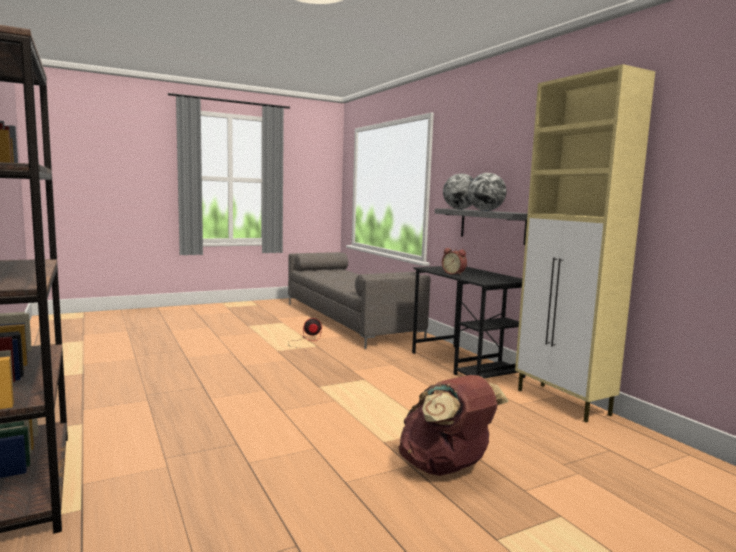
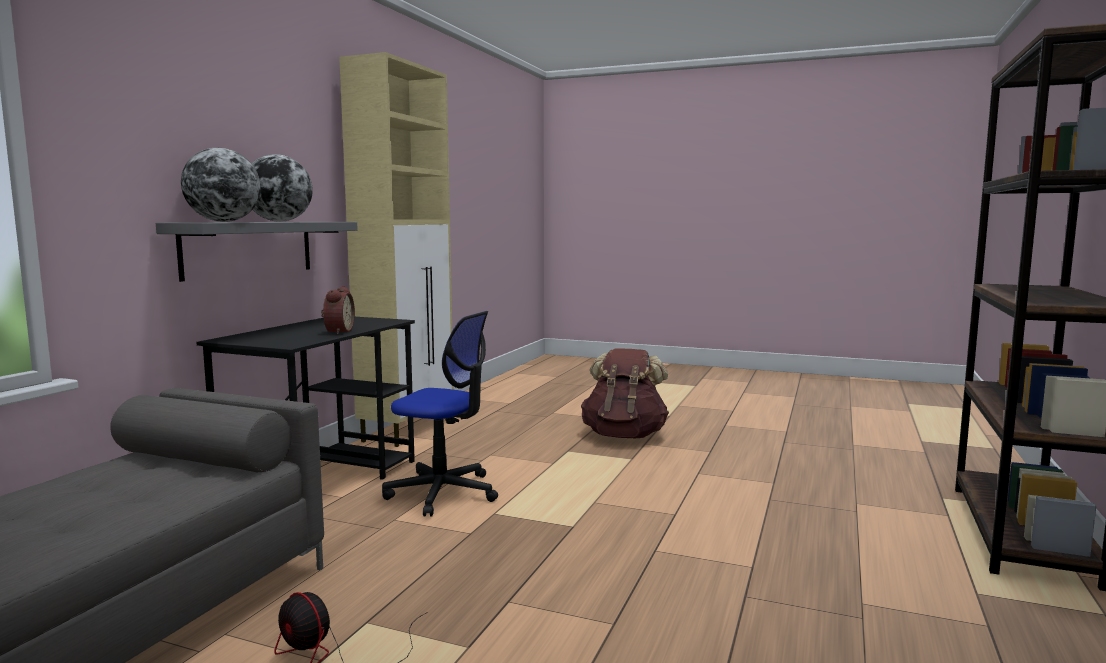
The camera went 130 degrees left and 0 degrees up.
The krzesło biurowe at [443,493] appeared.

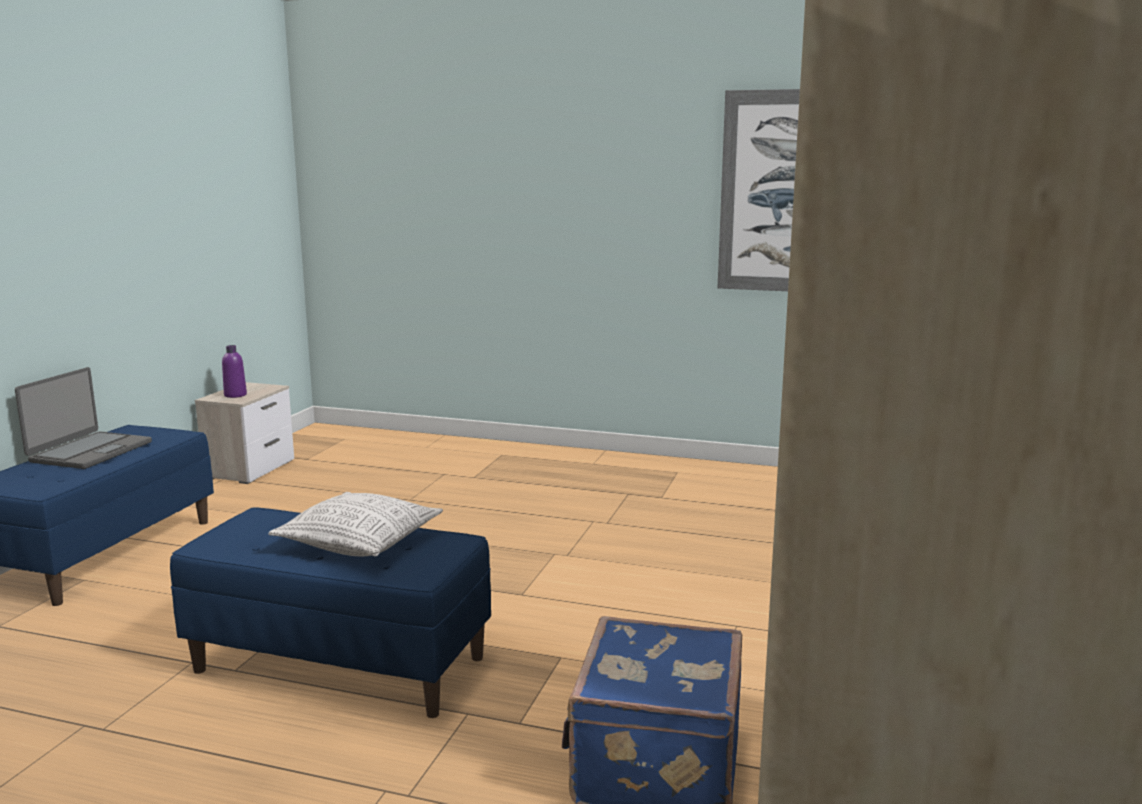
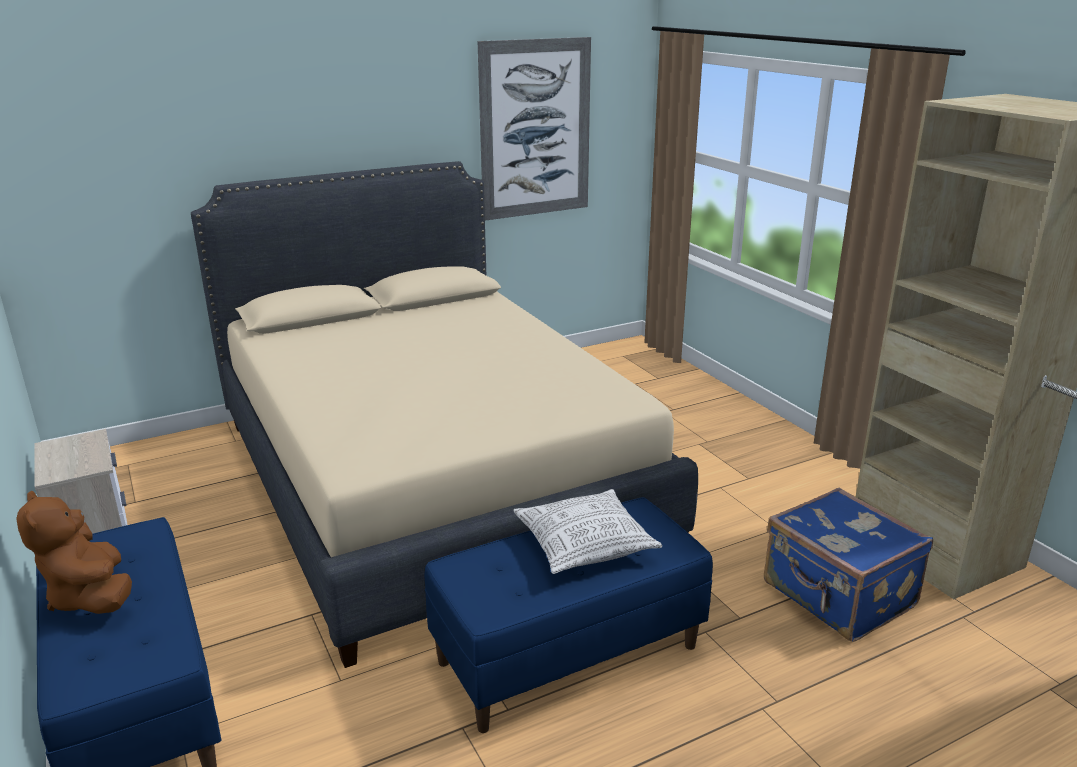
The camera went 45 degrees left and 10 degrees up.
The butelka [fioletowy] at [235,395] disappeared.
The łóżko [beżowy] at [431,481] appeared.
The laptop at [90,452] was replaced by the pluszak [brązowy] at [91,596].

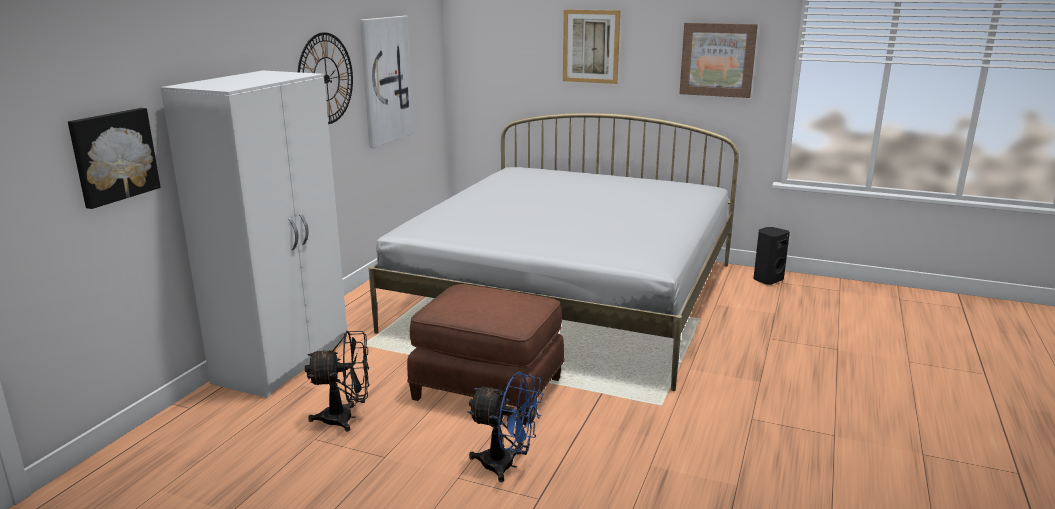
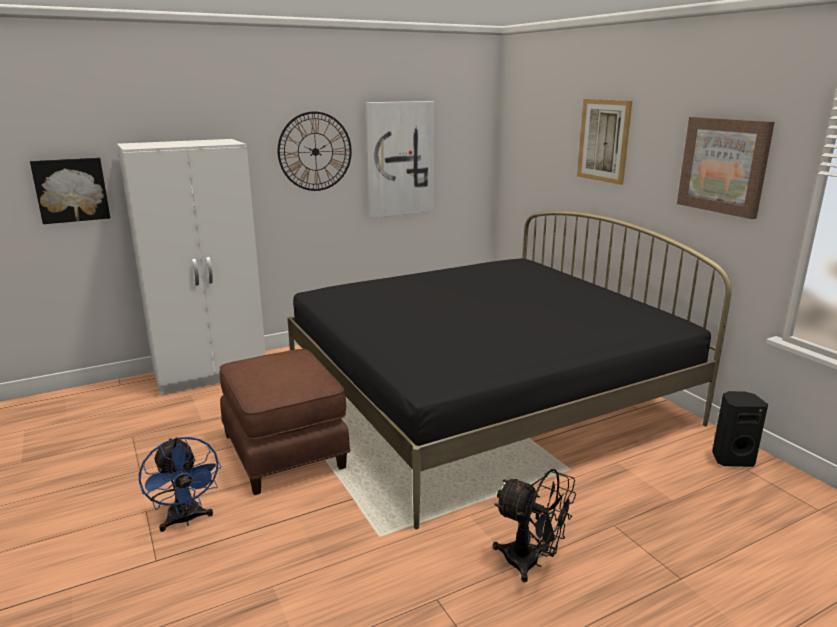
The camera went 40 degrees right and 0 degrees up.
The wentylator [czarny] moved from [346,418] to [531,563].
The łóżko [biały] at [569,295] became the łóżko [czarny] at [483,398].

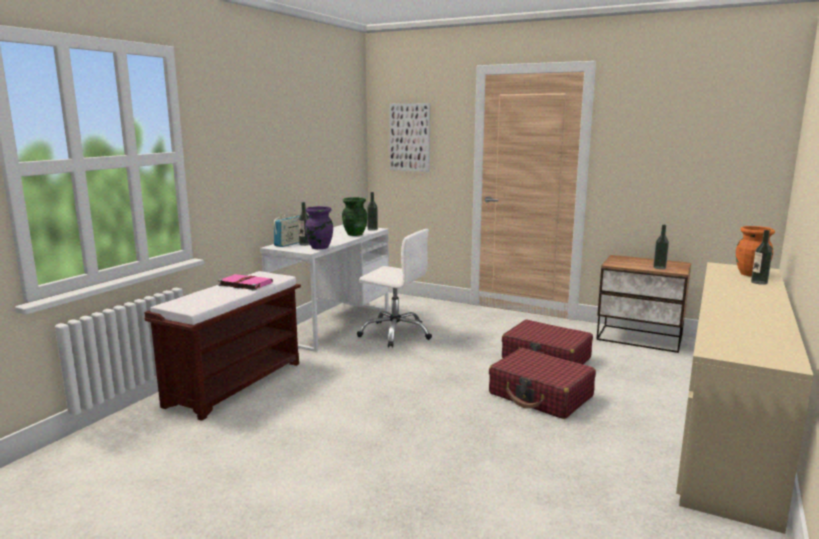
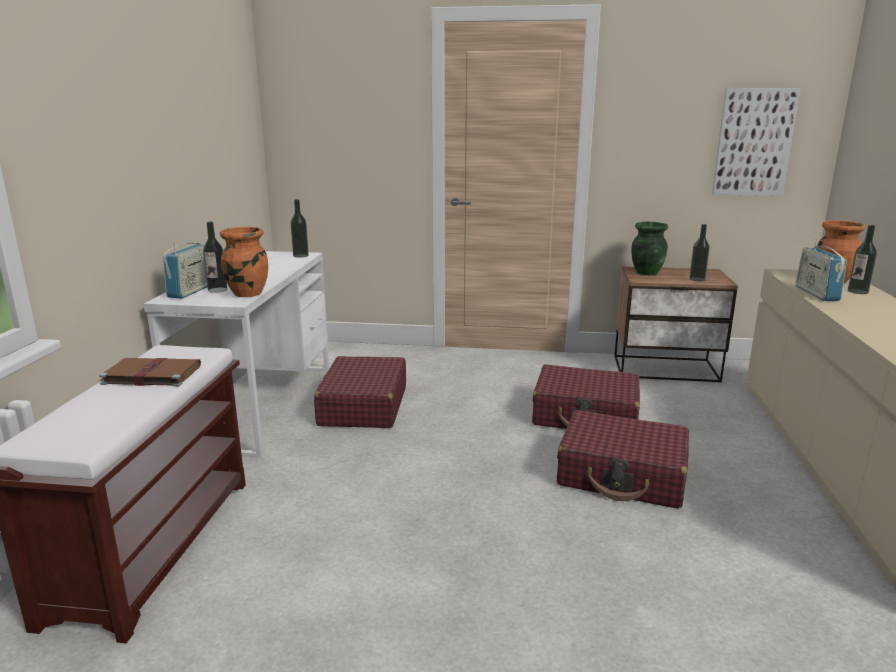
The camera went 20 degrees left and 5 degrees up.
The radio at [816,293] appeared.
The wazon [zielony] moved from [354,234] to [646,273].
The obraz moved from [410,137] to [754,142].
The krzesło biurowe [biały] at [395,333] was replaced by the walizka [czerwony] at [363,406].
The książka [różowy] at [244,284] became the książka [brązowy] at [150,375].
The wazon [fioletowy] at [319,247] became the wazon [pomarańczowy] at [247,294].

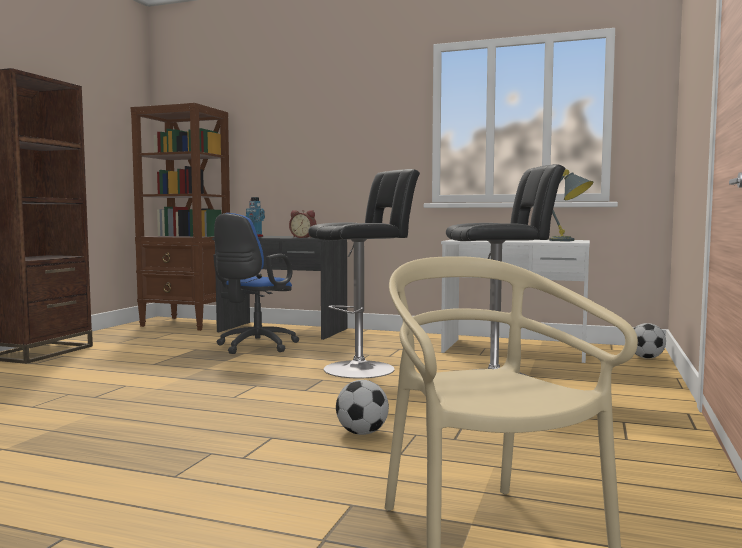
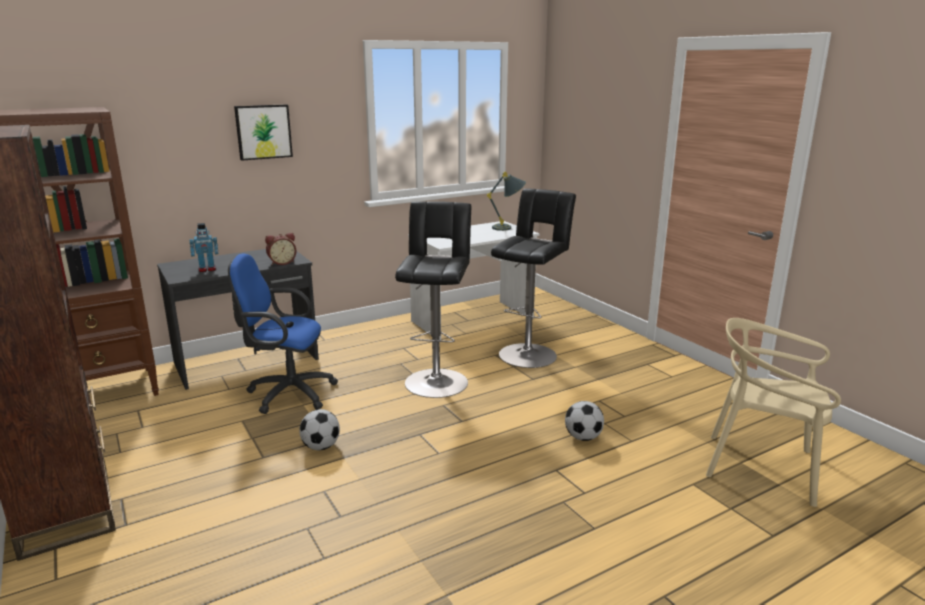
The camera went 50 degrees left and 15 degrees up.
The obraz at [263,131] appeared.
The piłka futbolowa moved from [646,358] to [321,446].
The krzesło biurowe [niebieski] at [254,347] turned 120 degrees clockwise.

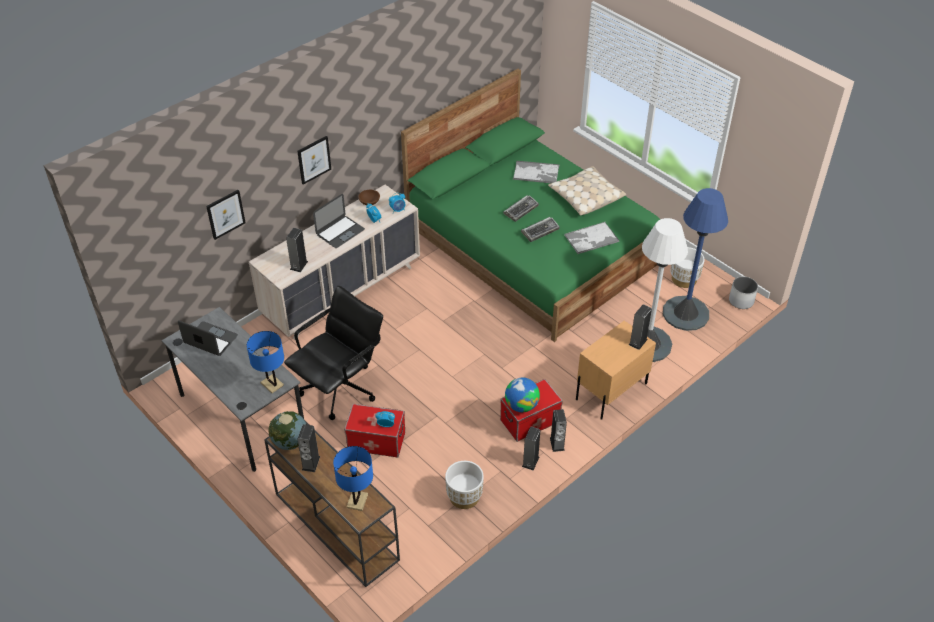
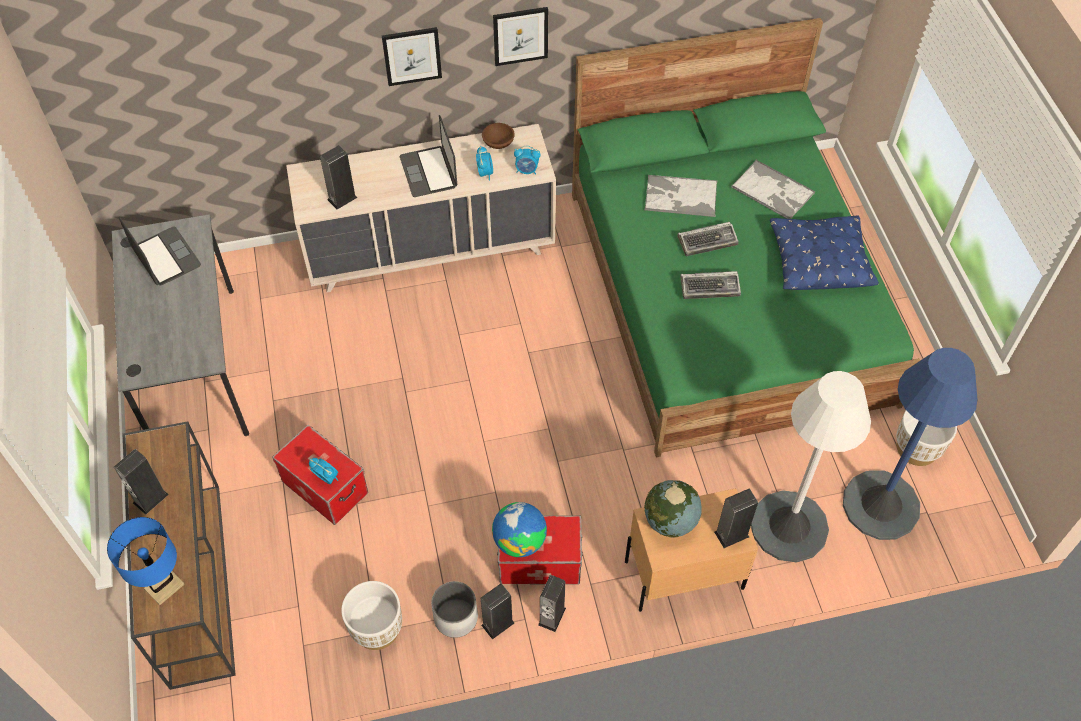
The camera went 30 degrees right and 10 degrees up.
The lampa stołowa [niebieski] at [272,384] disappeared.
The krzesło biurowe [czarny] at [340,389] disappeared.
The obraz moved from [225,214] to [520,36].
The globus moved from [290,442] to [670,521].
The taca moved from [591,239] to [680,196].
The donica [biały] moved from [741,301] to [456,618].
The poduszka [beżowy] at [585,197] became the poduszka [niebieski] at [819,260].
The laptop at [340,232] turned 90 degrees clockwise.

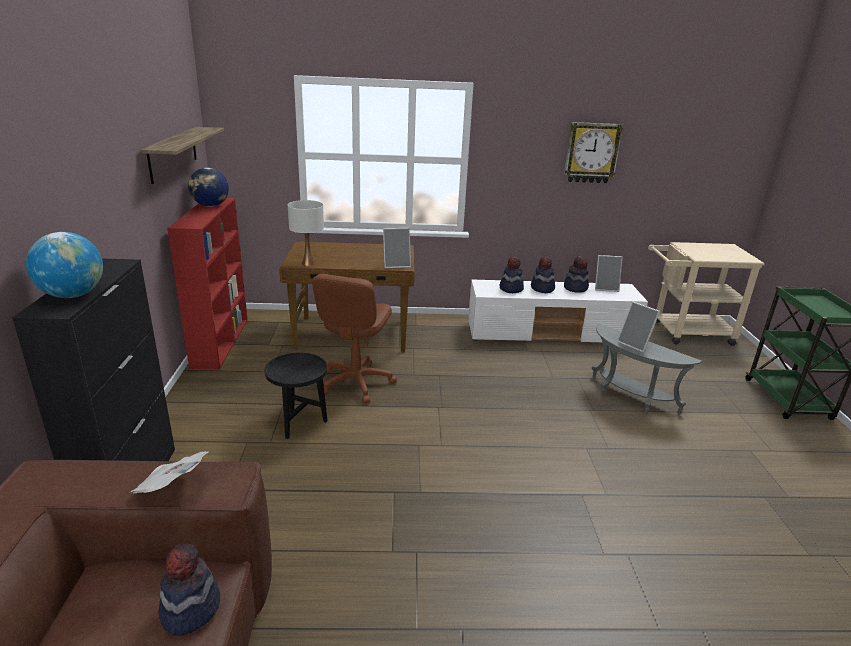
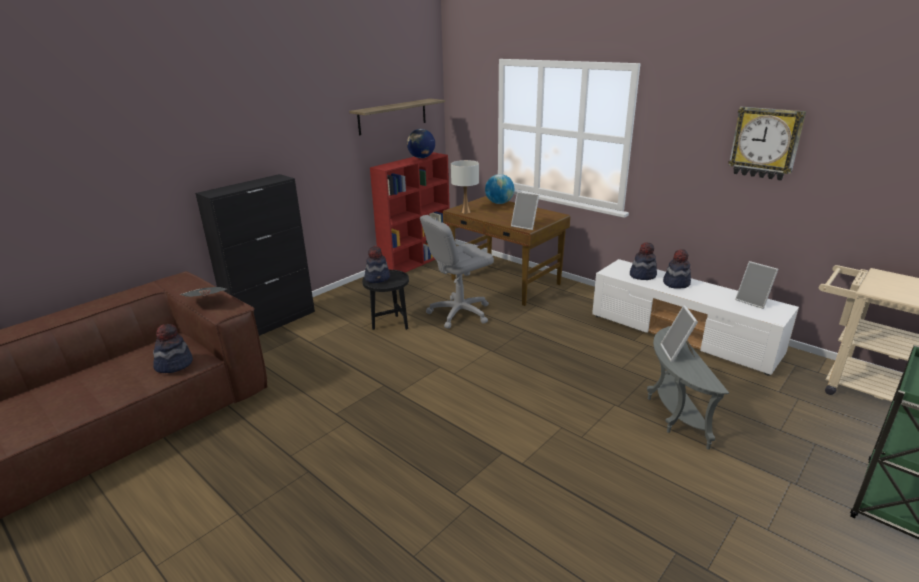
The camera went 45 degrees right and 0 degrees up.
The globus moved from [72,295] to [499,203].
The kapelusz moved from [575,288] to [378,278].
The krzesło biurowe [brązowy] at [355,382] became the krzesło biurowe [szary] at [459,313].

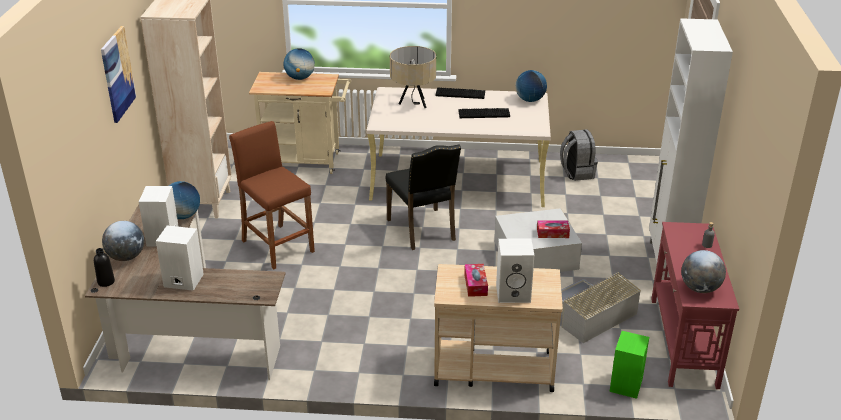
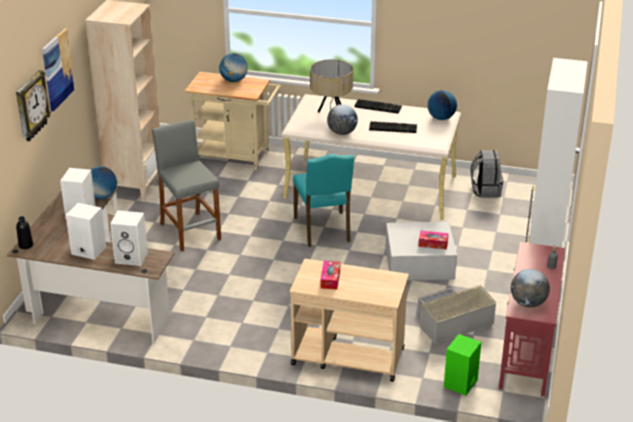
The camera went 10 degrees right and 0 degrees up.
The zegar ścienny at [31,106] appeared.
The globus moved from [126,257] to [342,133].
The głośnik [biały] moved from [514,293] to [132,257].
The stołek [brązowy] at [277,246] became the stołek [szary] at [190,231].
The krzesło [czarny] at [423,230] became the krzesło [turkusowy] at [324,230].

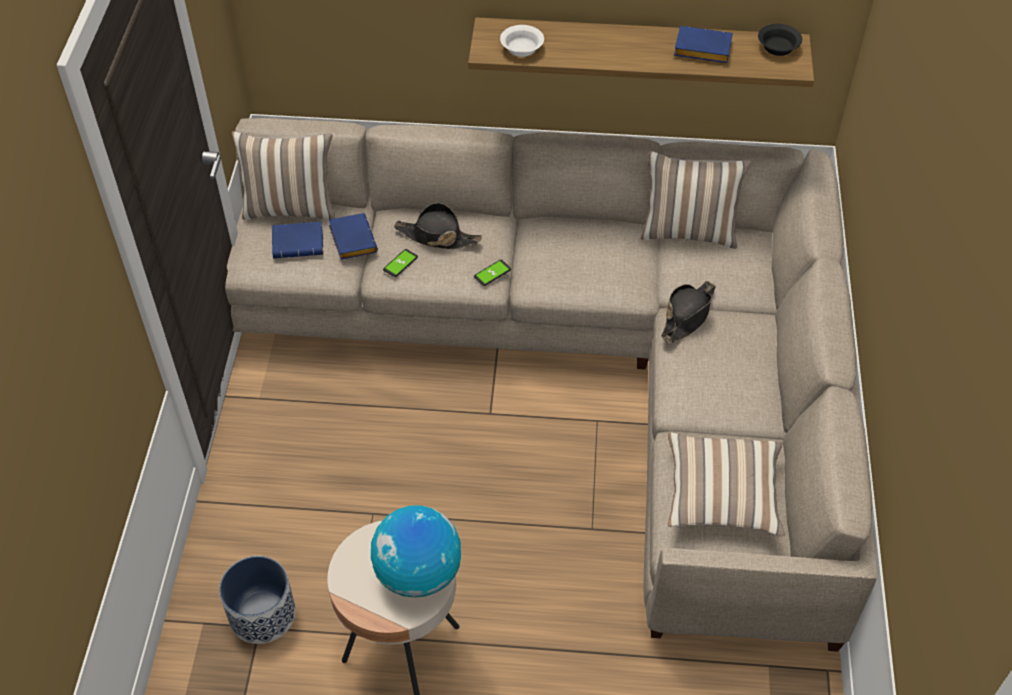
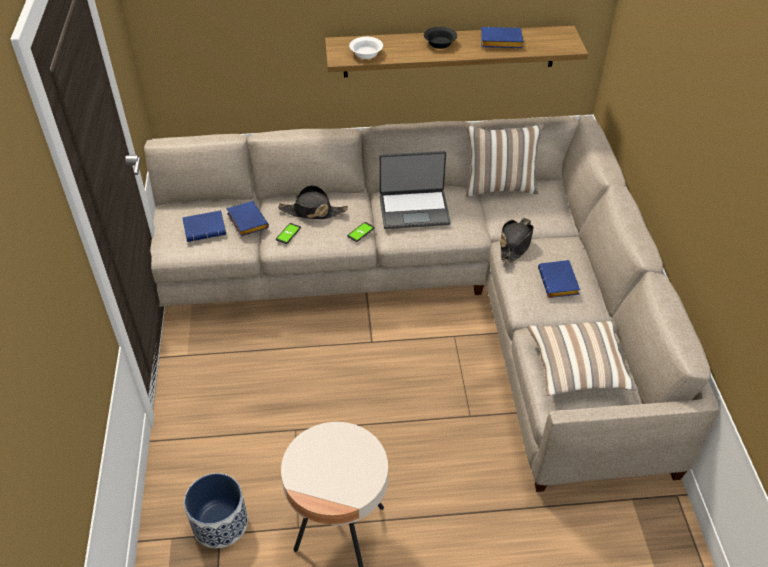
The camera went 10 degrees left and 5 degrees down.
The poduszka at [291,208] disappeared.
The globus at [417,573] disappeared.
The laptop at [414,209] appeared.
The książka [niebieski] at [559,283] appeared.
The miska [czarny] moved from [778,47] to [440,43].

